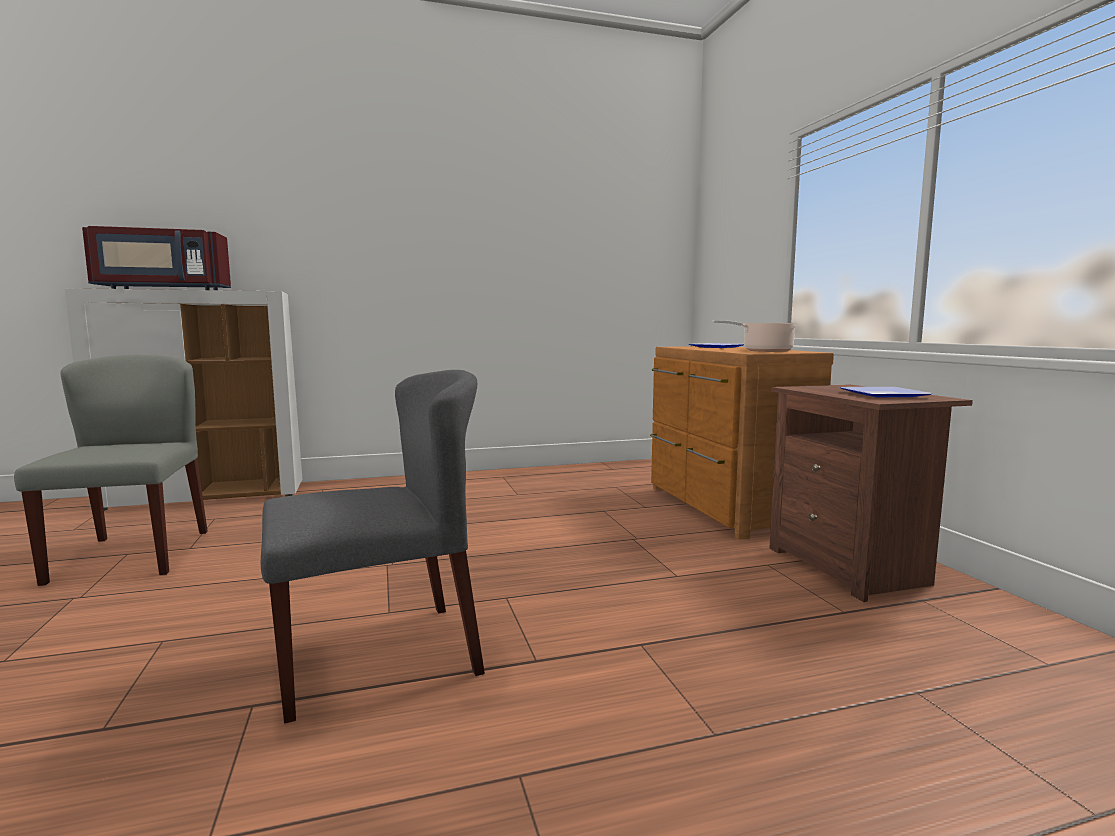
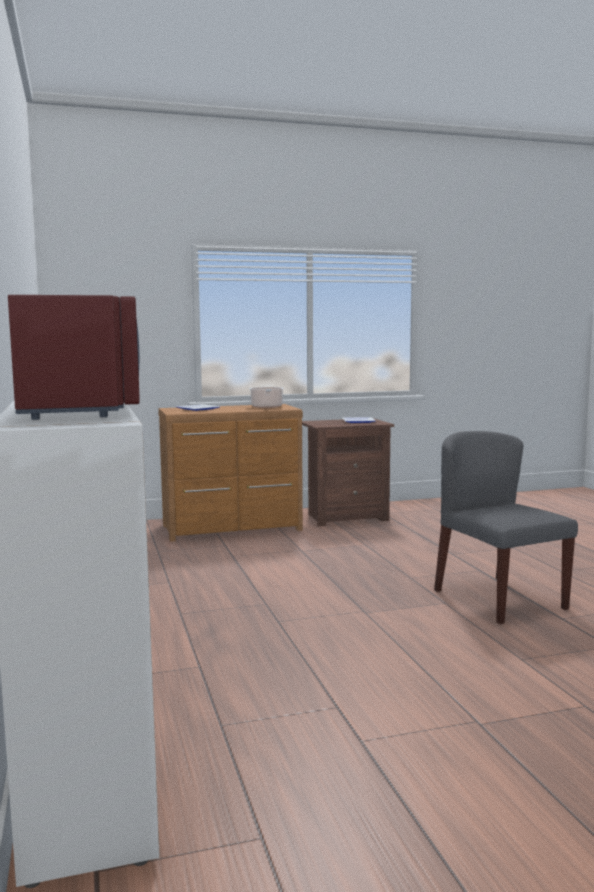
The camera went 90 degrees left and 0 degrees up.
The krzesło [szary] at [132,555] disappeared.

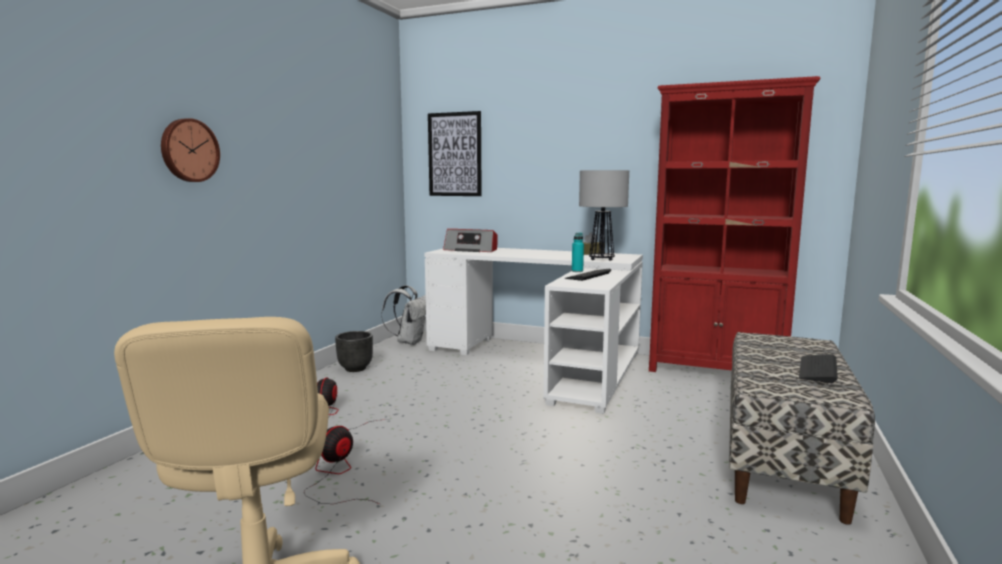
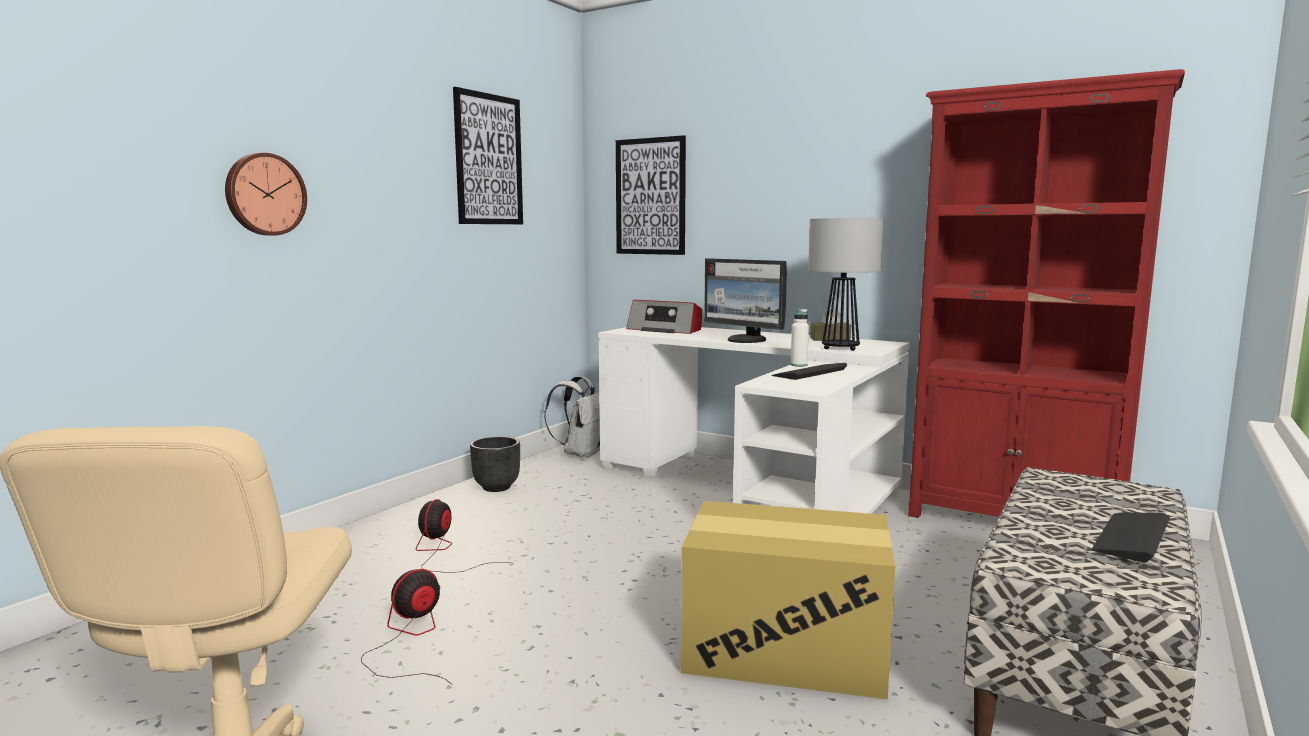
The camera went 10 degrees right and 0 degrees up.
The obraz at [488,159] appeared.
The karton at [786,650] appeared.
The monitor at [746,340] appeared.
The butelka [turkusowy] at [577,271] became the butelka [biały] at [799,365].

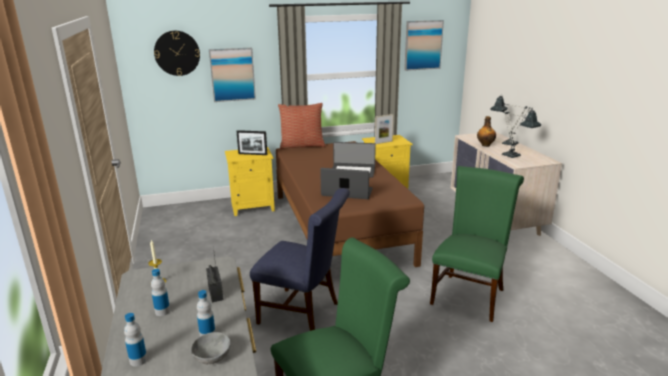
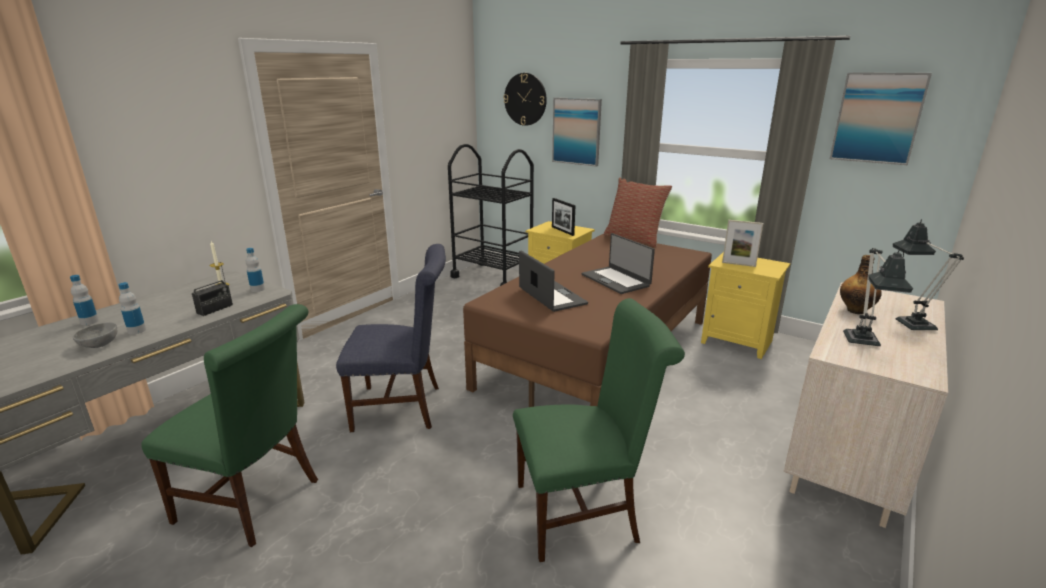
The camera went 50 degrees right and 0 degrees up.
The wózek [czarny] at [493,276] appeared.
The butelka moved from [162,311] to [257,289].
The krzesło [niebieski] at [303,313] turned 75 degrees counterclockwise.

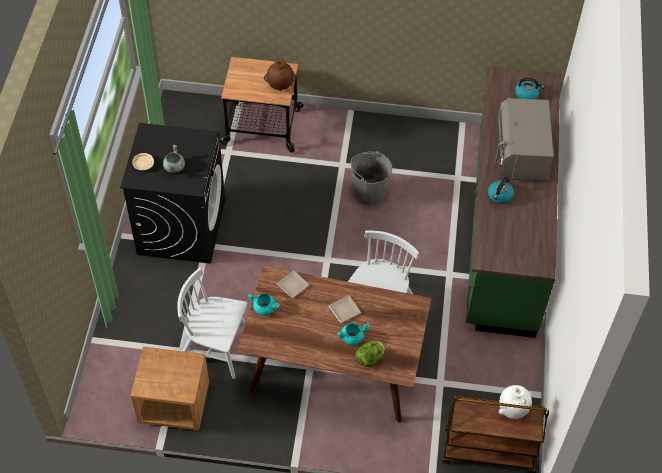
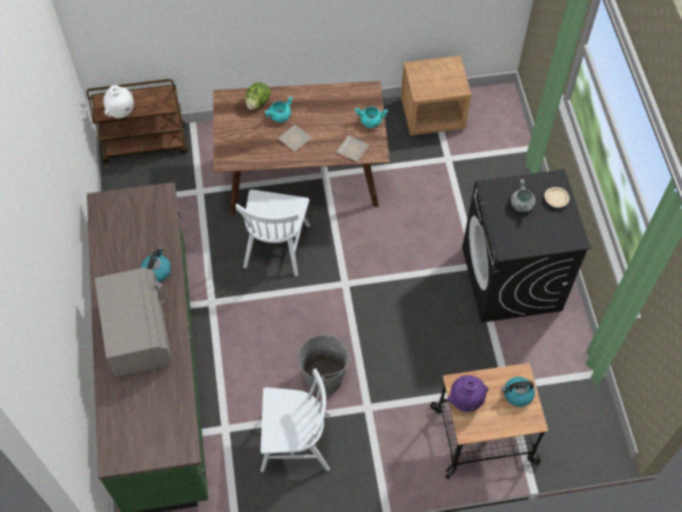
The camera went 165 degrees right and 5 degrees up.
The krzesło [biały] moved from [216,347] to [295,441].
The czajnik moved from [526,94] to [517,394].
The wazon [brązowy] at [280,86] became the wazon [fioletowy] at [465,401].

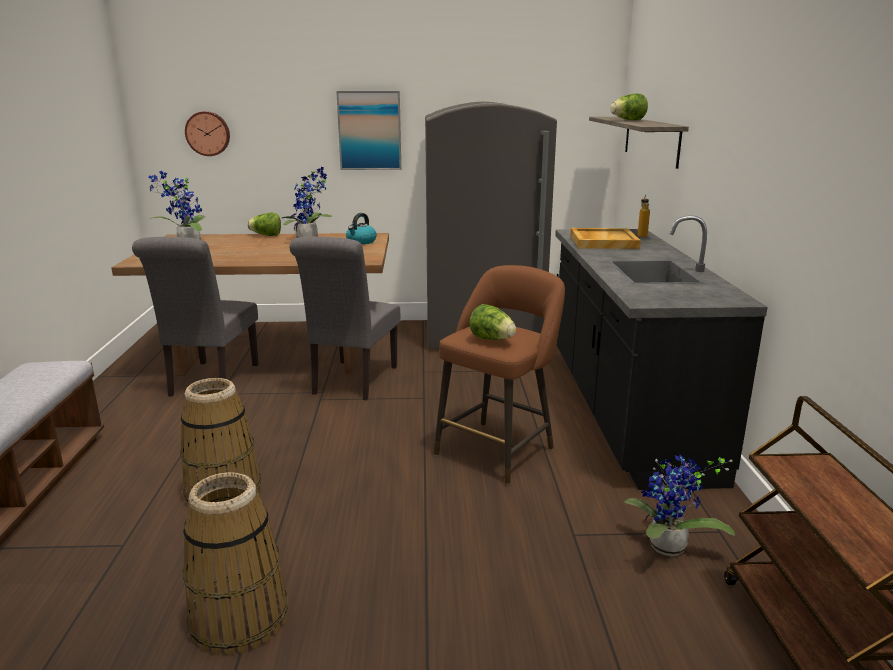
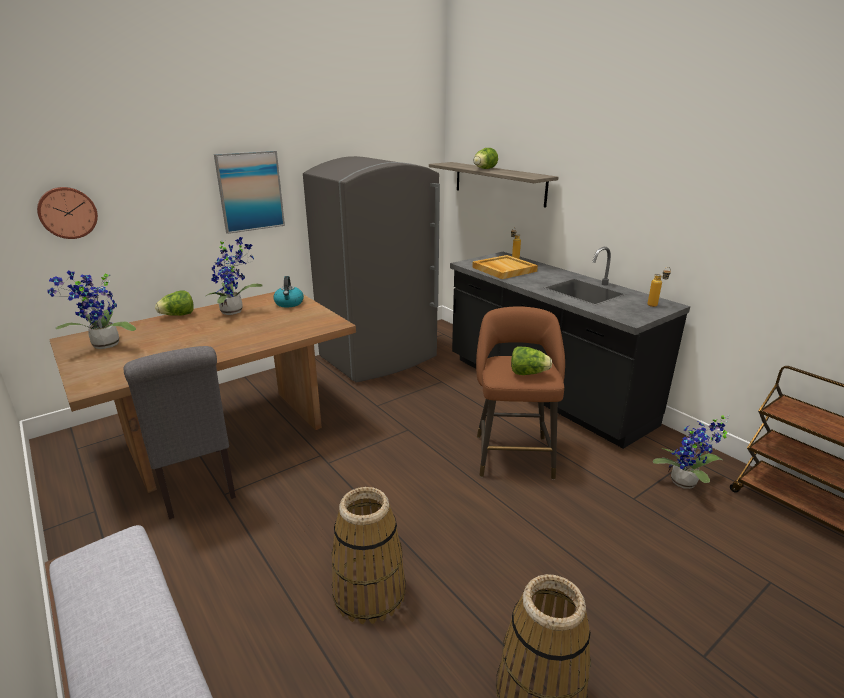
The camera went 35 degrees left and 5 degrees up.
The krzesło [szary] at [352,382] disappeared.
The butelka at [655,305] appeared.

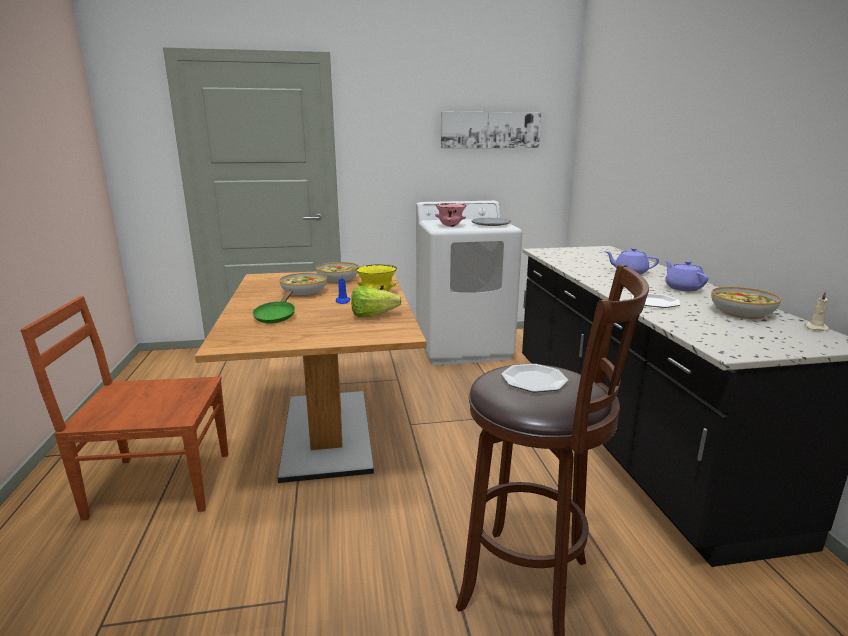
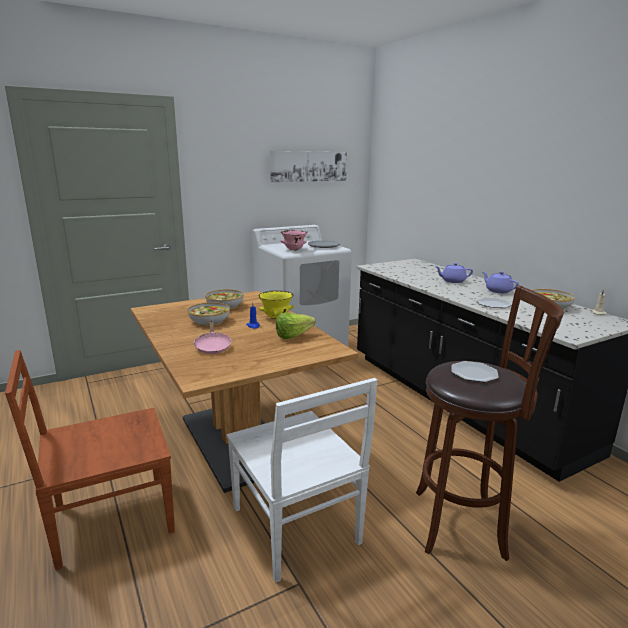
The camera went 20 degrees left and 0 degrees up.
The krzesło [biały] at [296,528] appeared.
The patelnia [zielony] at [276,316] became the patelnia [różowy] at [212,347].

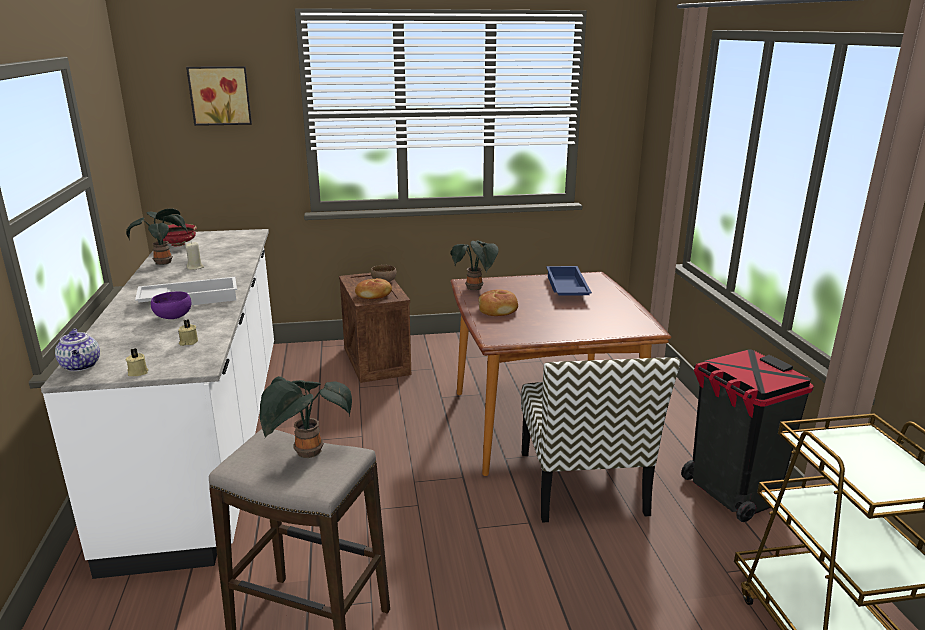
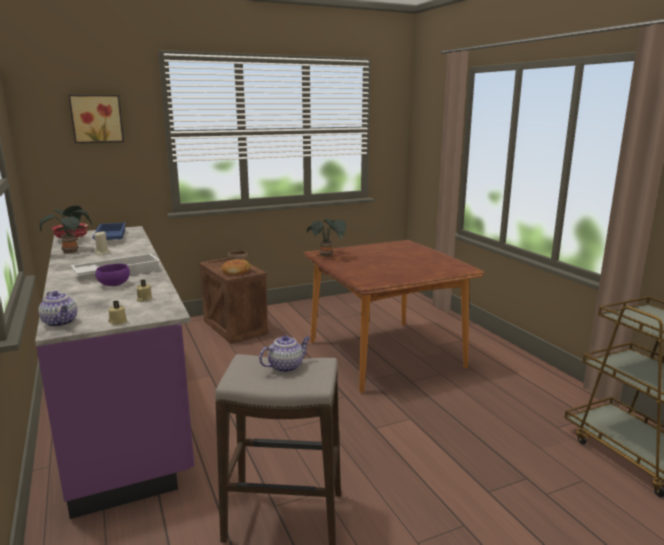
The camera went 15 degrees left and 5 degrees down.
The chleb at [498,309] disappeared.
The krzesło at [583,484] disappeared.
The kosz na śmieci [czarny] at [731,494] disappeared.
The taca [niebieski] moved from [565,288] to [109,237].
The roślina doniczkowa at [307,454] was replaced by the imbryk at [286,366].
The zabudowa kuchenna [biały] at [210,438] became the zabudowa kuchenna [fioletowy] at [123,398].

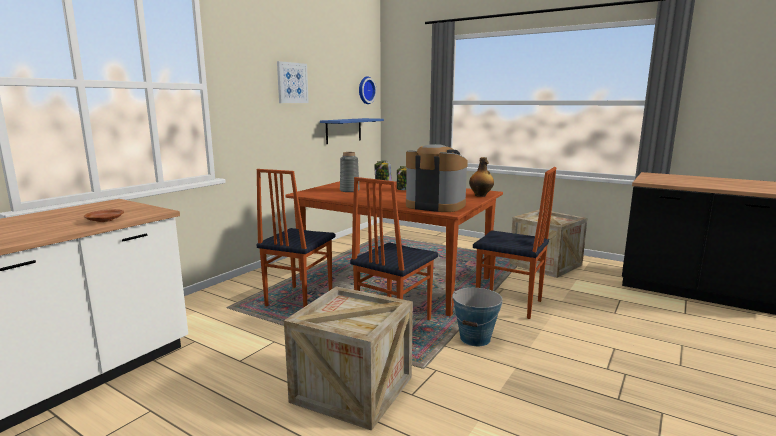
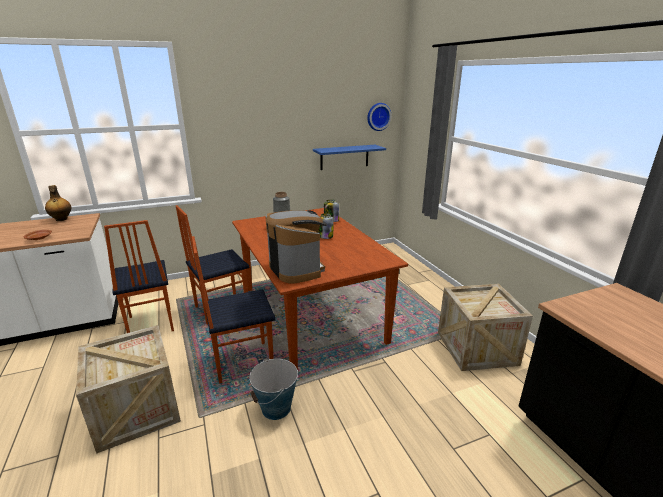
The camera went 35 degrees right and 10 degrees up.
The obraz at [292,83] disappeared.
The butelka moved from [481,195] to [61,219].
The krzesło moved from [509,304] to [150,324].

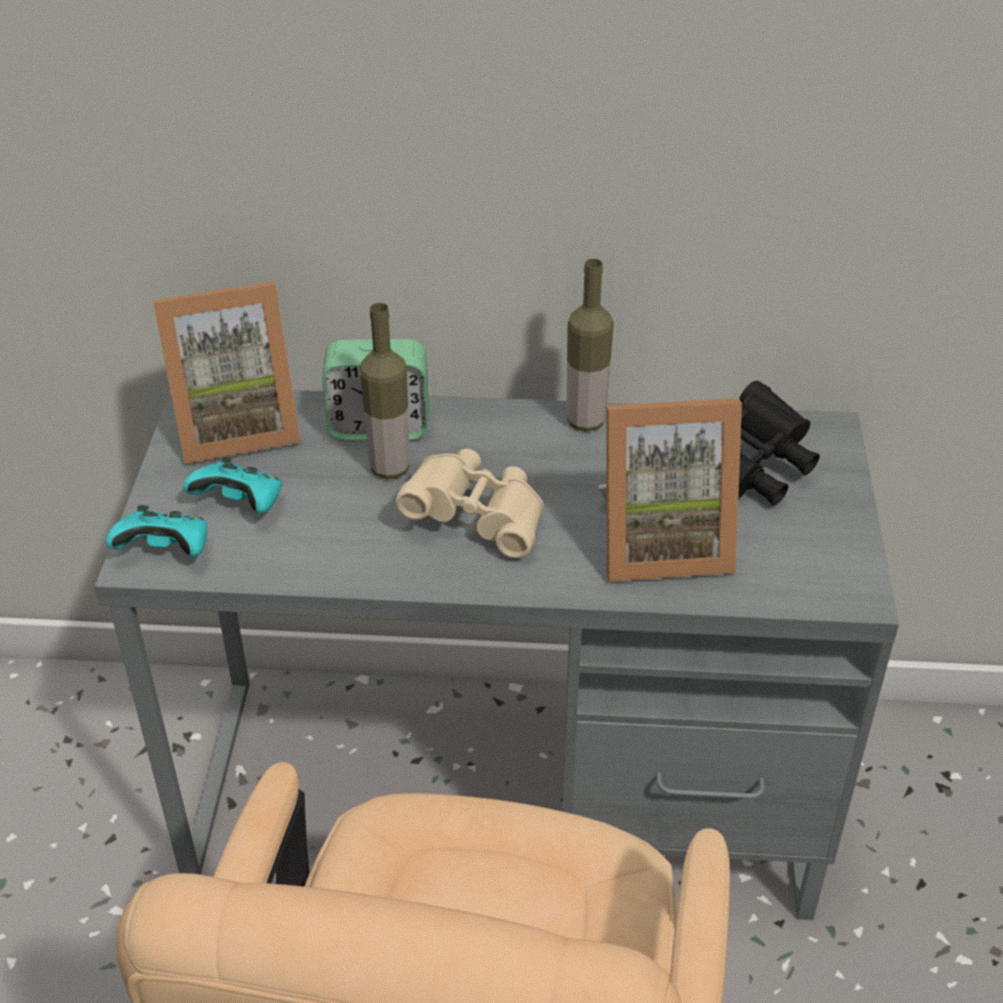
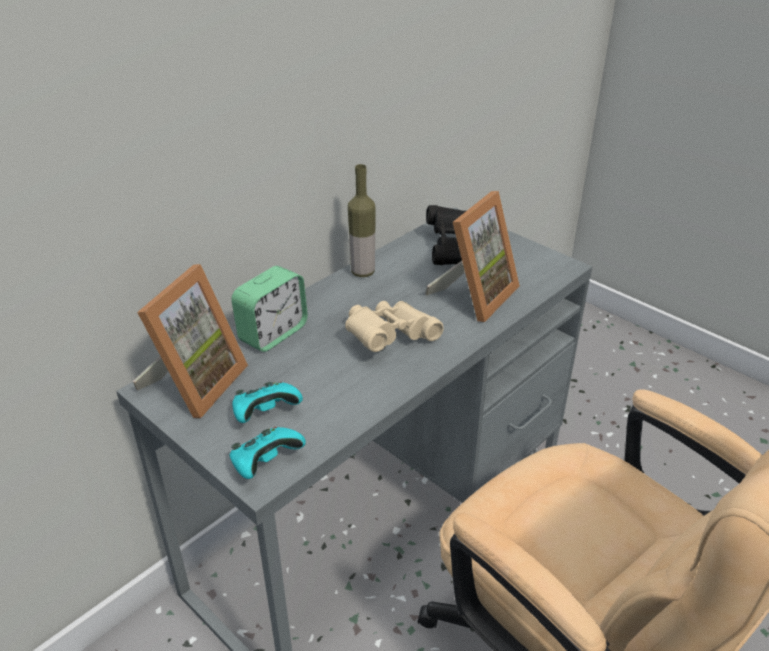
The camera went 50 degrees left and 5 degrees down.
The butelka at [390,468] disappeared.

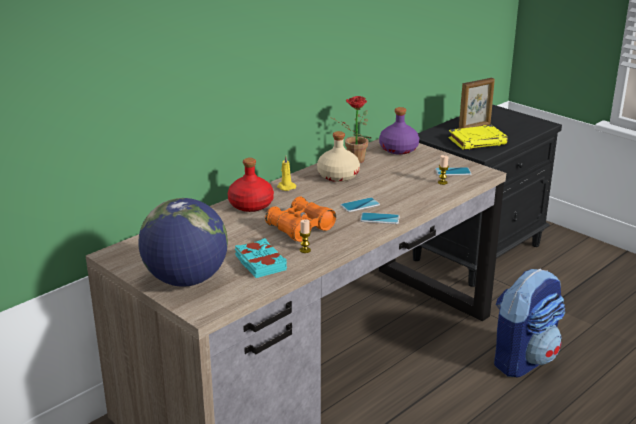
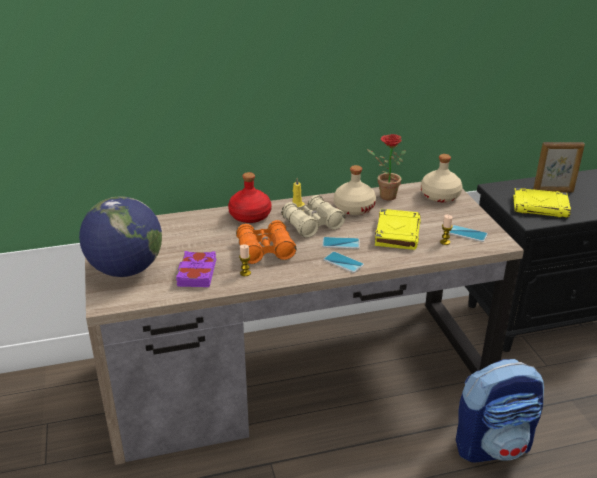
The camera went 30 degrees right and 5 degrees up.
The lornetka [beżowy] at [312,224] appeared.
The książka [żółty] at [397,233] appeared.
The książka [turkusowy] at [260,263] became the książka [fioletowy] at [196,273].
The butelka [fioletowy] at [398,149] became the butelka [beżowy] at [439,196].

